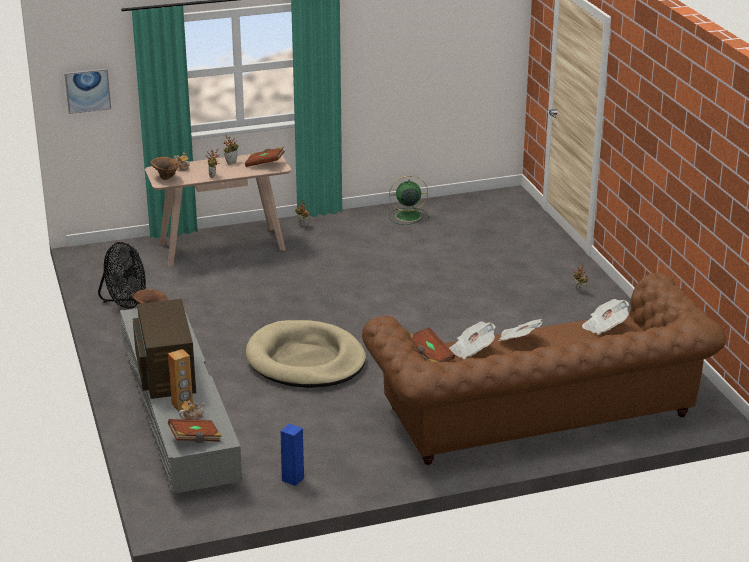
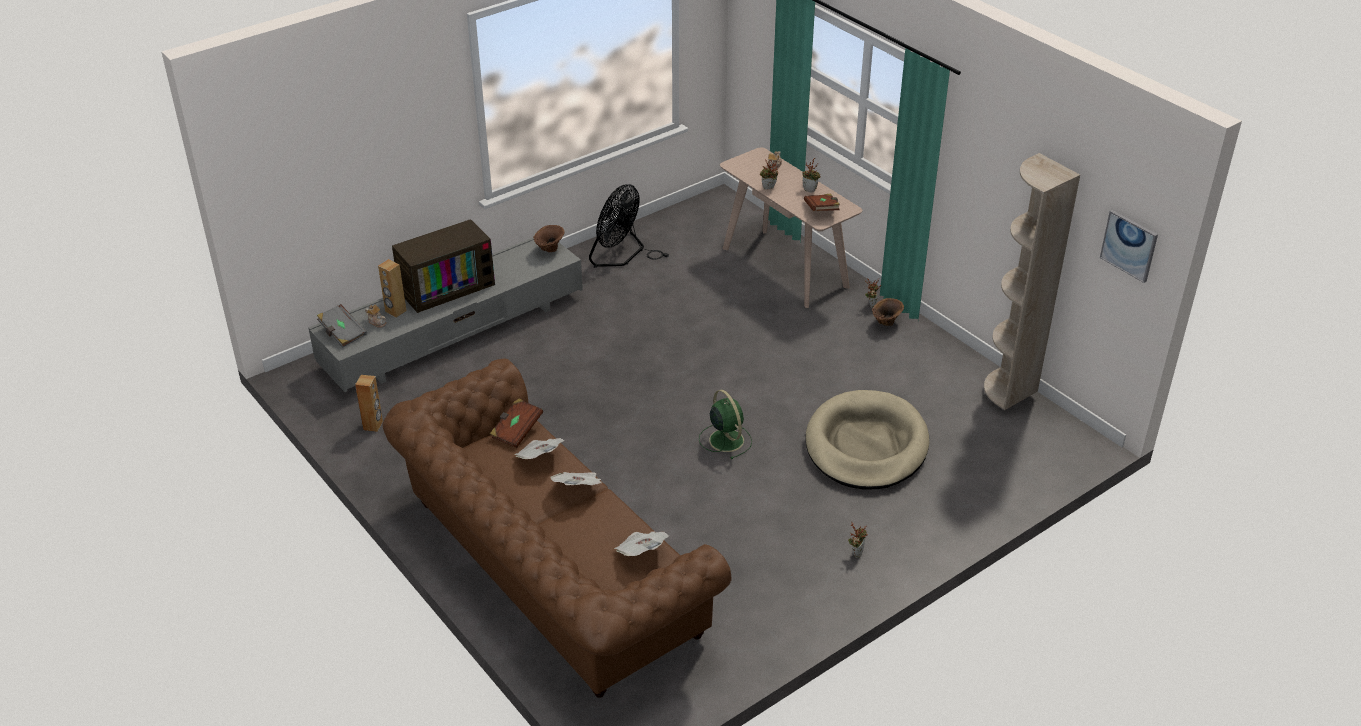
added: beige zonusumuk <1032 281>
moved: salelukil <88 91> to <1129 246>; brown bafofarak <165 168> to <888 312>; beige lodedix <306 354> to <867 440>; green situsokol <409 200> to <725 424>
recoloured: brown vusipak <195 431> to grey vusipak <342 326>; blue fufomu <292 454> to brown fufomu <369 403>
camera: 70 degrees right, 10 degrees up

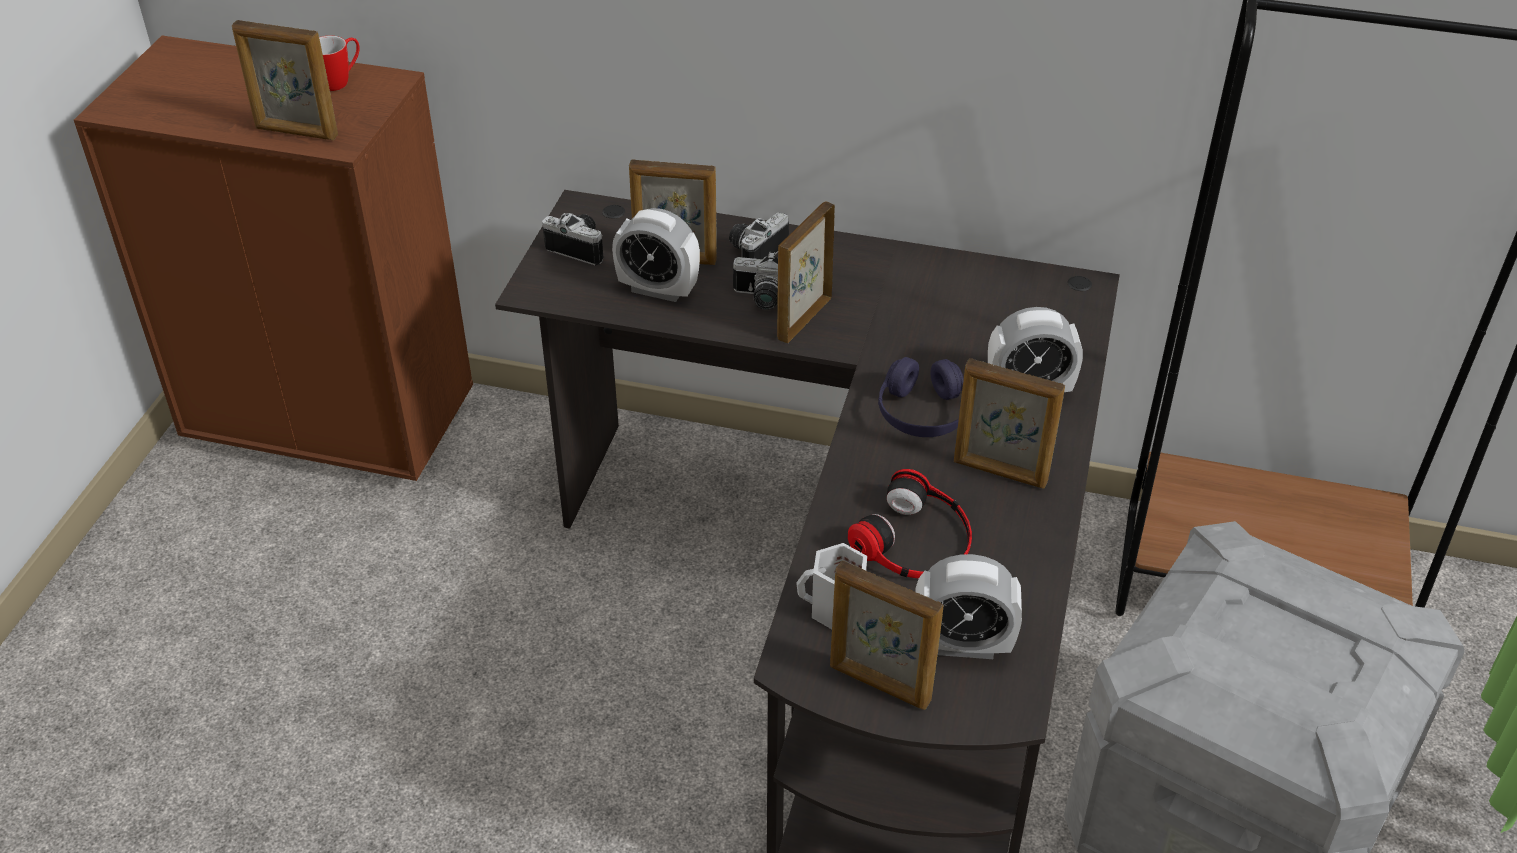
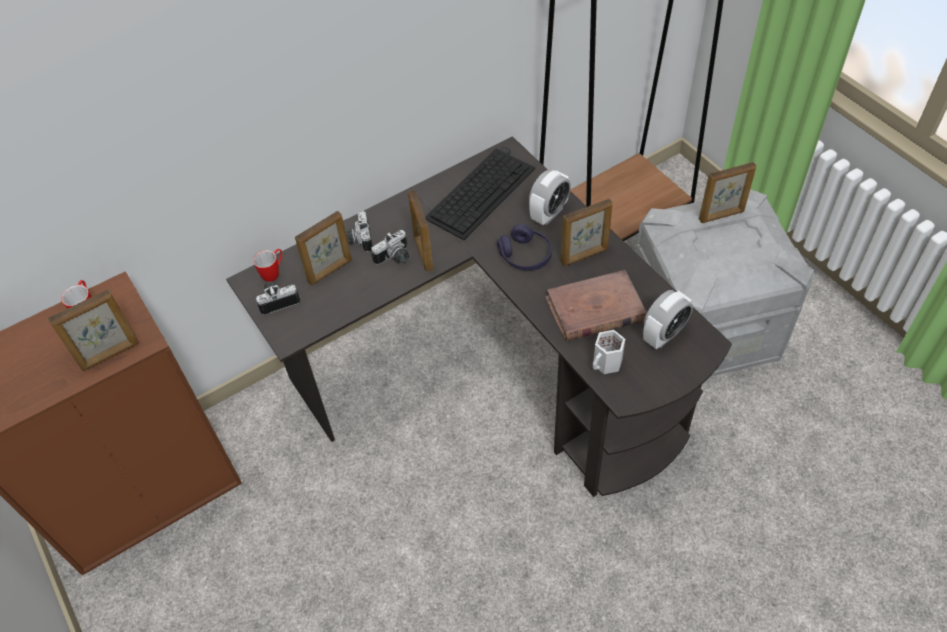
removed: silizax <656 255>
added: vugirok <268 265>; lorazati <480 194>
moved: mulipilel <887 635> to <727 192>
replaced: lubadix <910 524> to brown vusipak <596 305>
camera: 45 degrees left, 10 degrees up

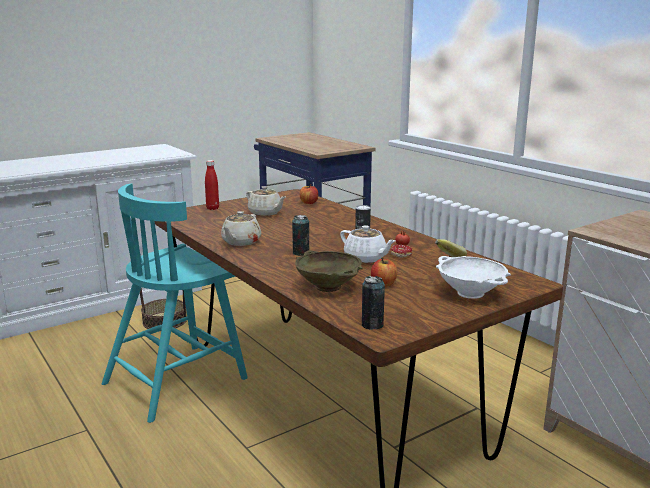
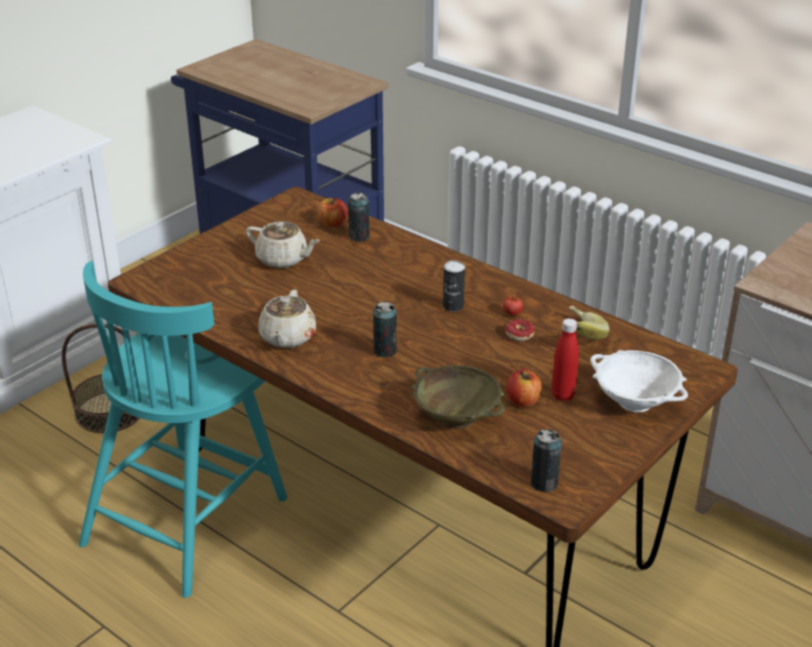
removed: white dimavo <367 244>
added: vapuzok <359 217>
moved: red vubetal <212 185> to <565 359>
camera: 15 degrees left, 15 degrees up

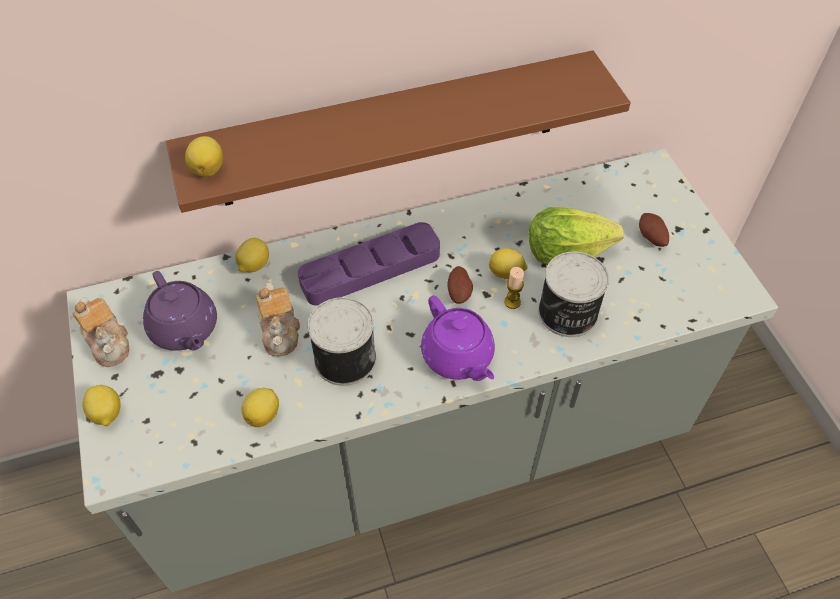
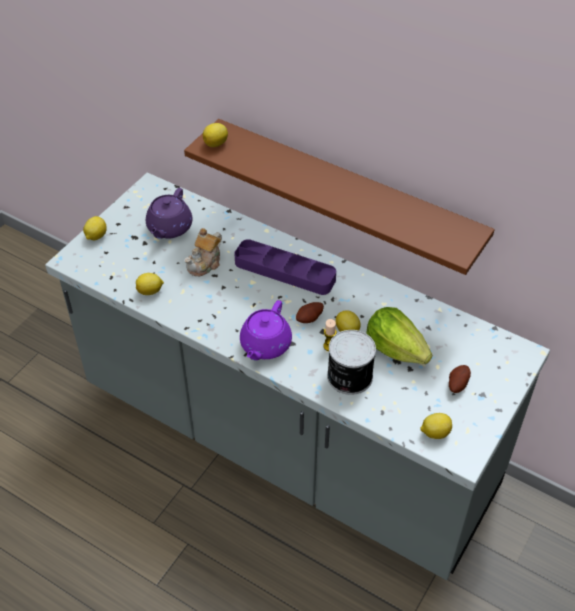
removed: dimavo <101 332>; vapuzok <342 341>
moved: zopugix <252 255> to <436 426>
camera: 50 degrees right, 5 degrees down

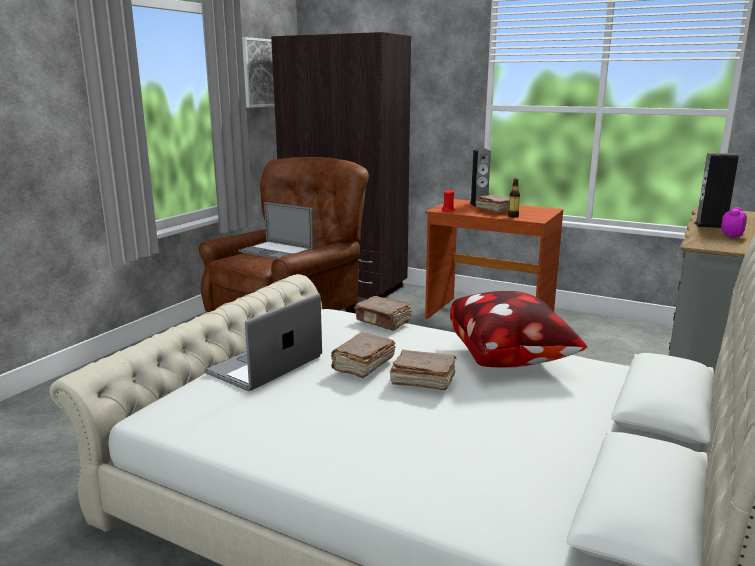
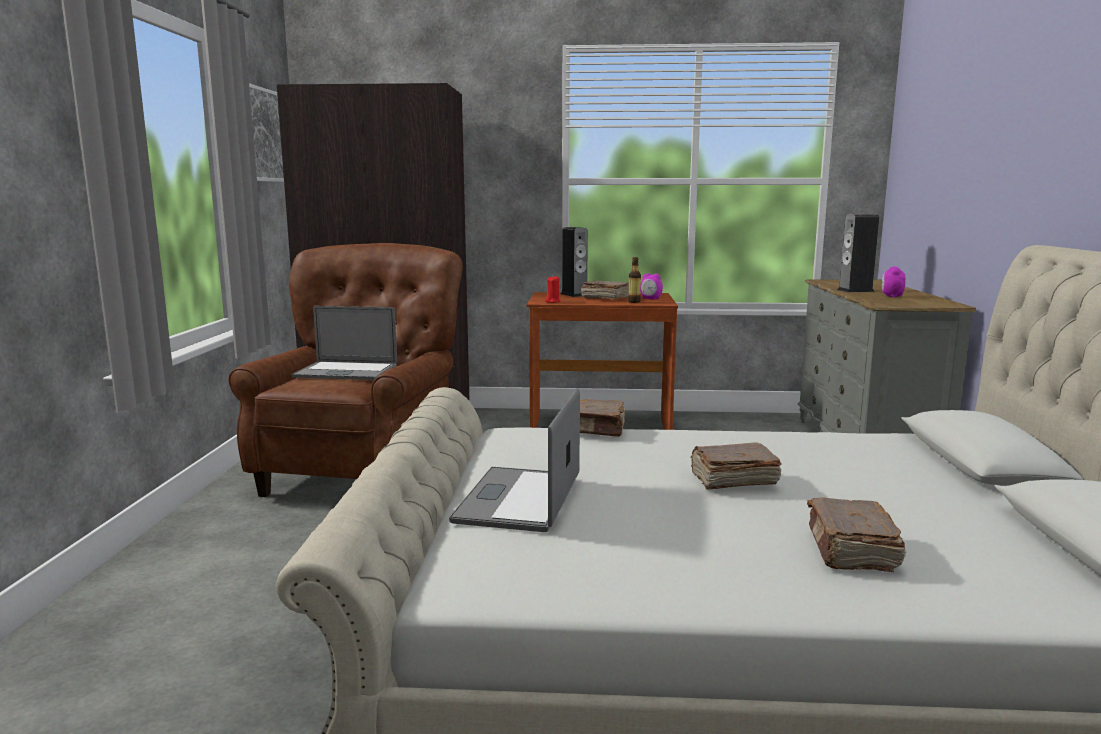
removed: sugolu <518 329>
added: silizax <651 286>
moved: brown vusipak <363 355> to <856 534>
camera: 25 degrees left, 5 degrees down

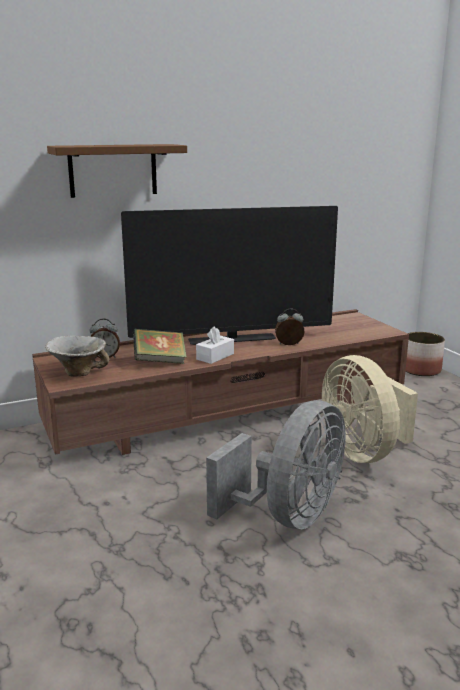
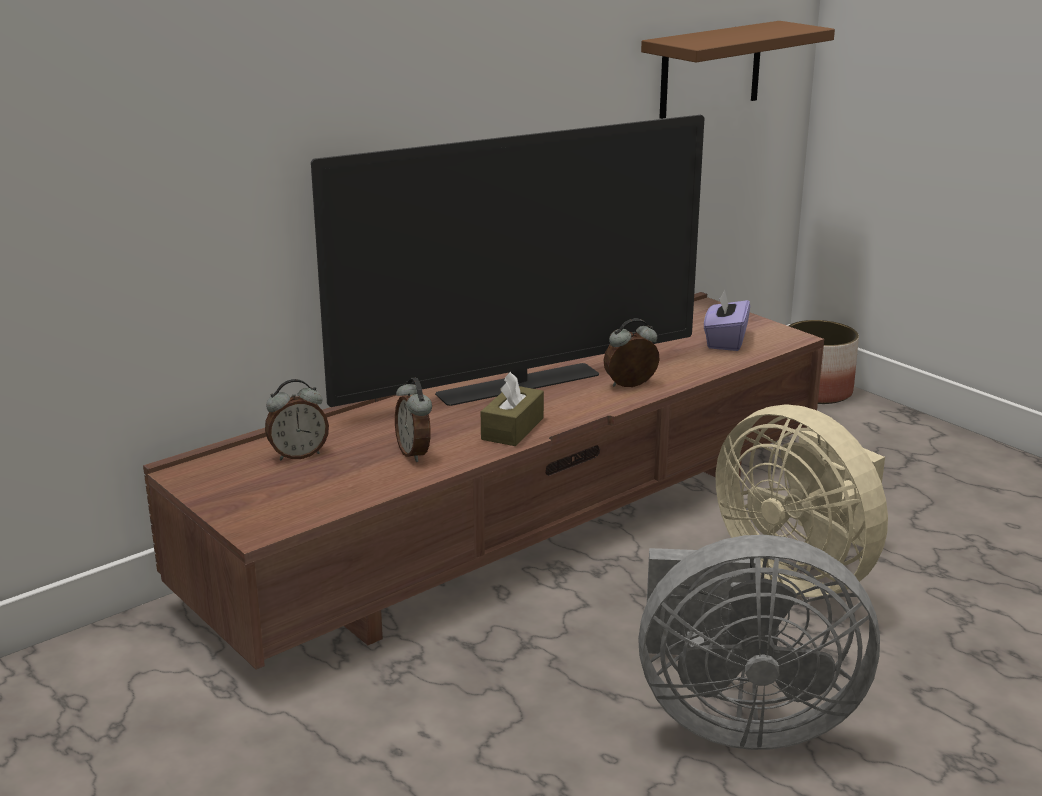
removed: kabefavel <77 356>
added: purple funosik <727 320>
moved: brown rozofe <117 171> to <738 70>
replaced: vusipak <160 346> to silizax <413 420>
recoloured: white funosik <215 345> to brown funosik <512 409>
turned: grey situsokol <276 464> = <759 642> 75 degrees clockwise
camera: 15 degrees left, 5 degrees up

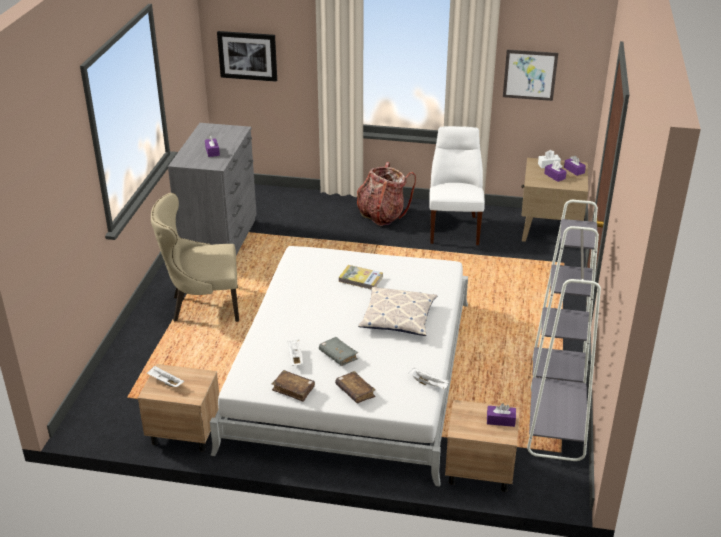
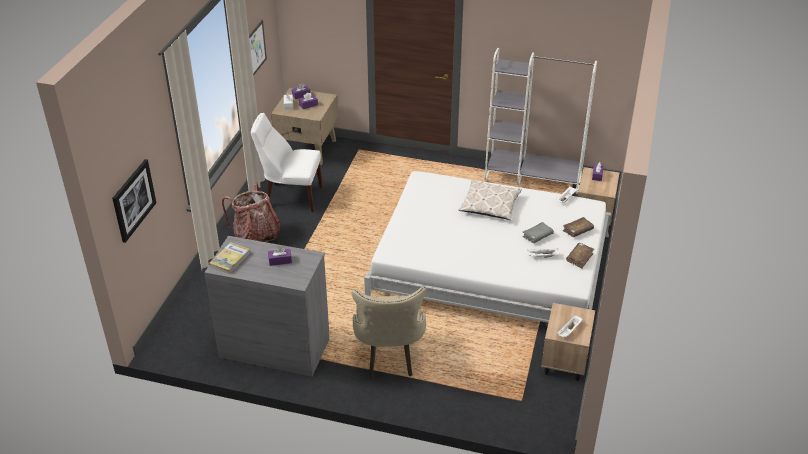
moved: vusipak <360 277> to <229 258>
camera: 85 degrees left, 5 degrees up

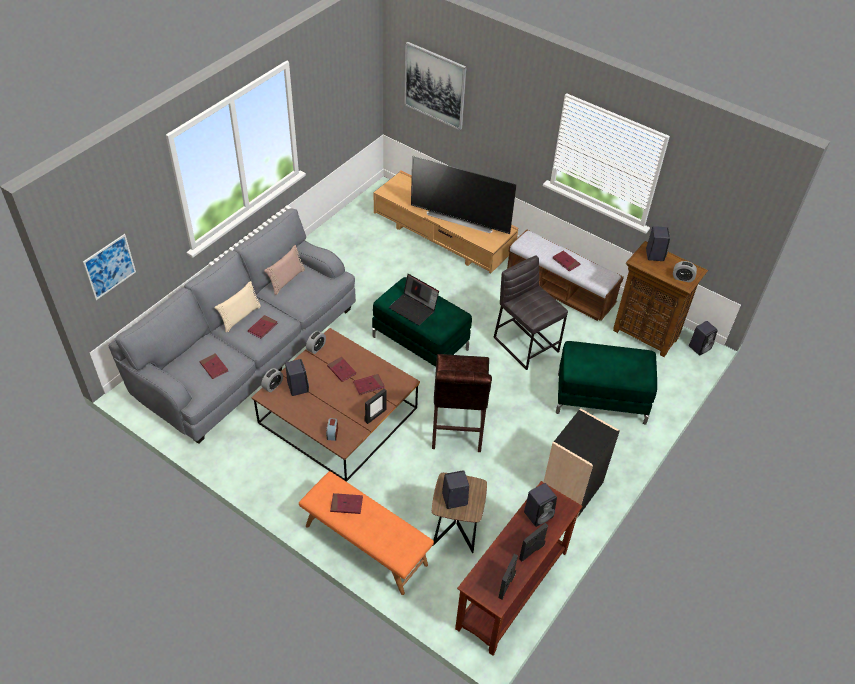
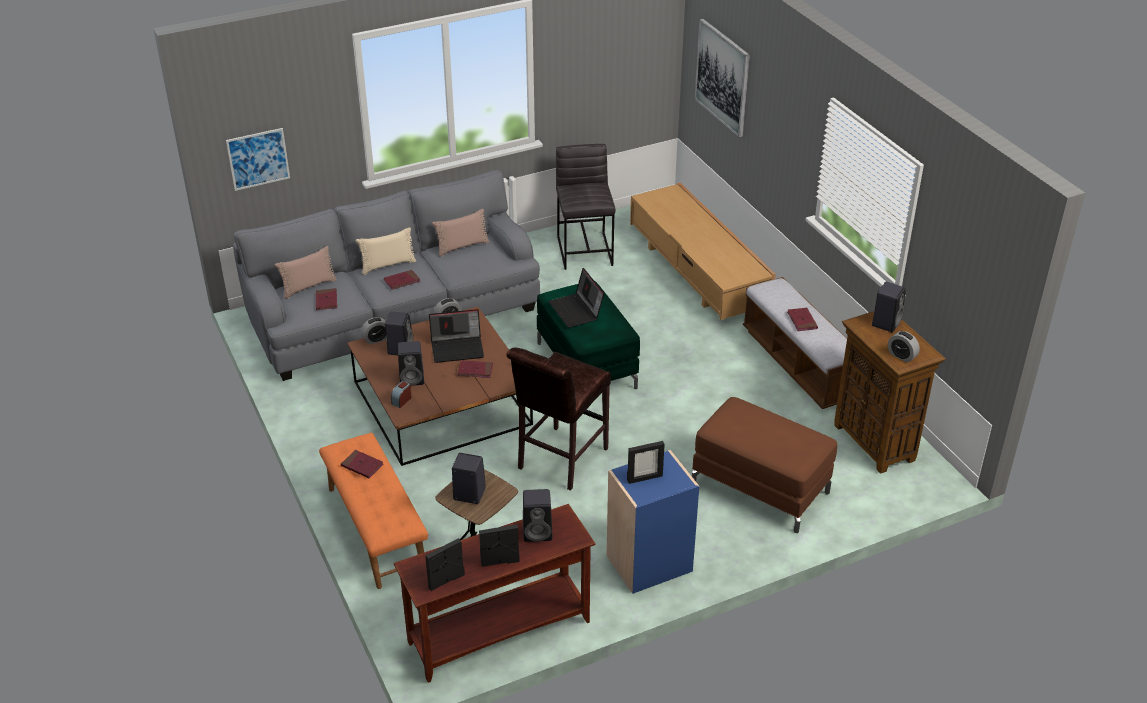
removed: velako <464 194>
added: beige sugolu <306 272>
moved: mulipilel <375 406> to <646 462>; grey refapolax <531 312> to <585 207>; black fufomu <703 338> to <411 363>
replaced: red vusipak <341 369> to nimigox <456 336>
recoloured: black zonusumuk <582 463> to blue zonusumuk <652 522>; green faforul <606 383> to brown faforul <764 465>
camera: 30 degrees right, 10 degrees down

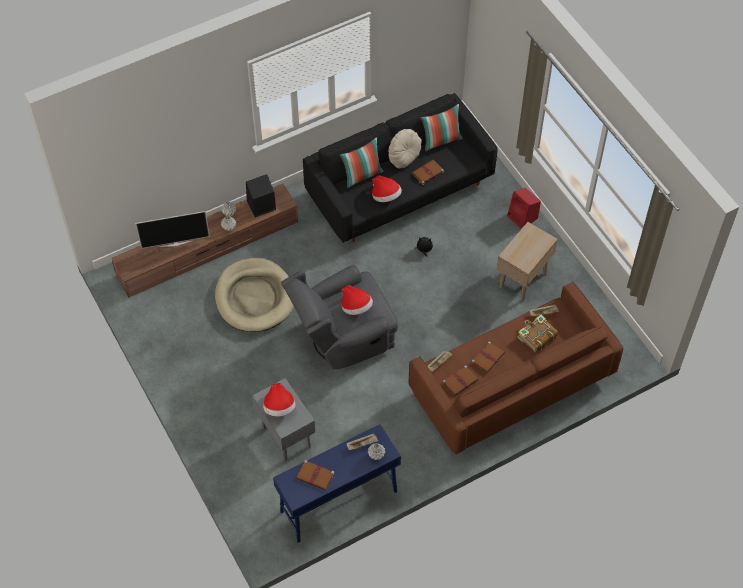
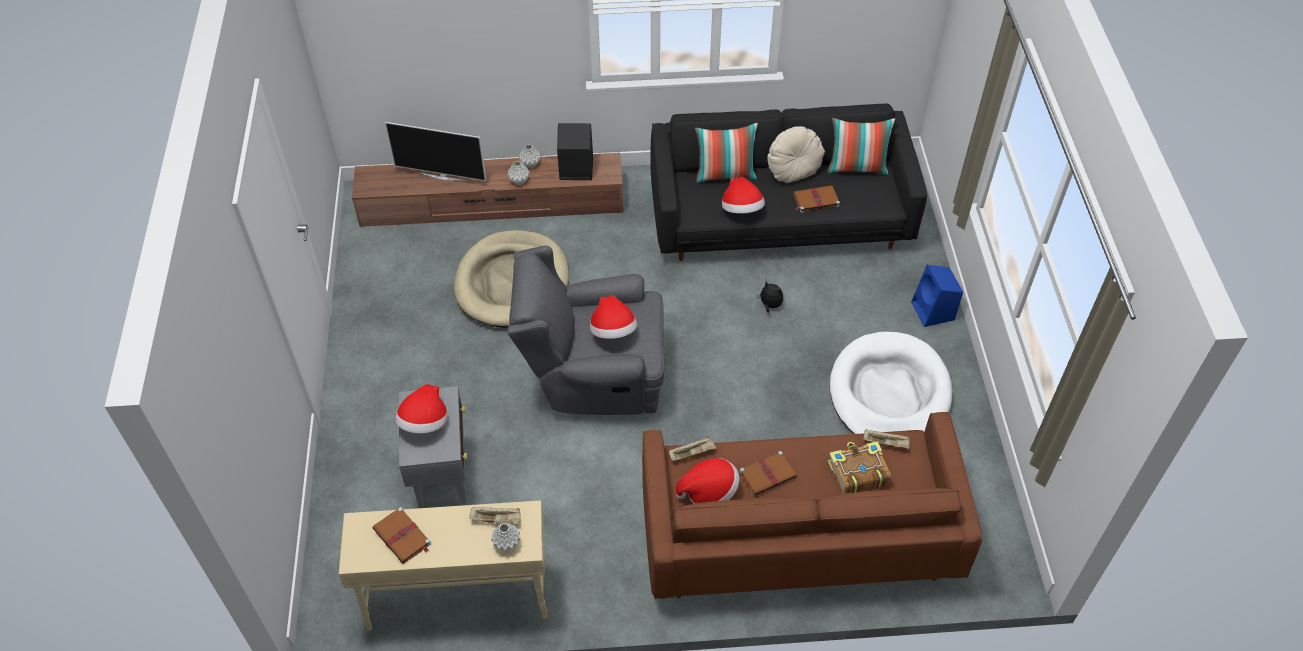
replaced: brown vusipak <460 380> to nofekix <707 481>; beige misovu <527 261> to white lodedix <891 383>
recoloured: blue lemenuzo <337 483> to beige lemenuzo <443 566>; red fufomu <524 208> to blue fufomu <937 296>
camera: 25 degrees right, 5 degrees down

